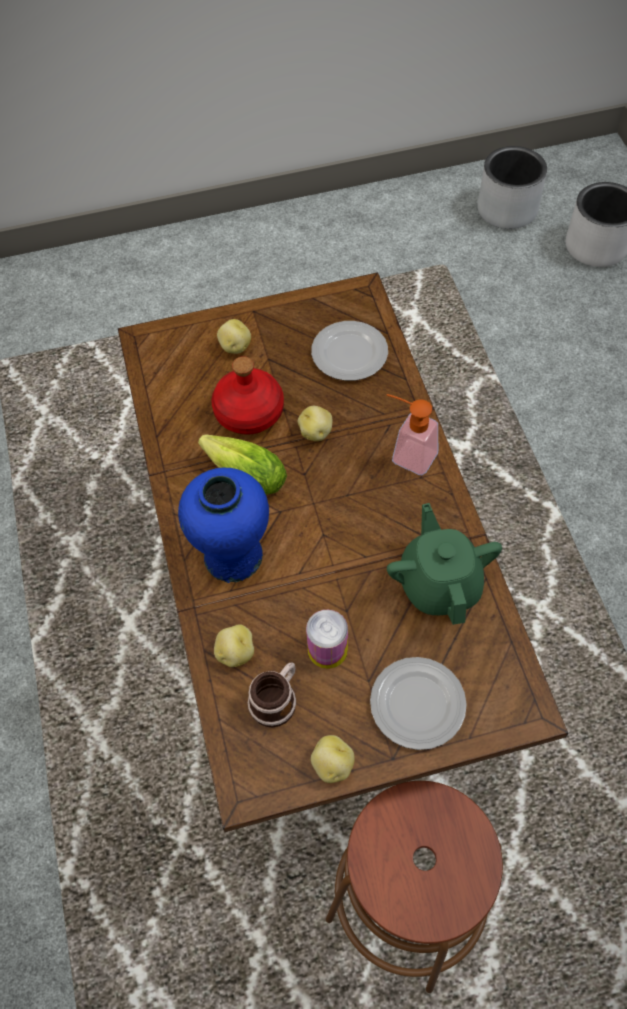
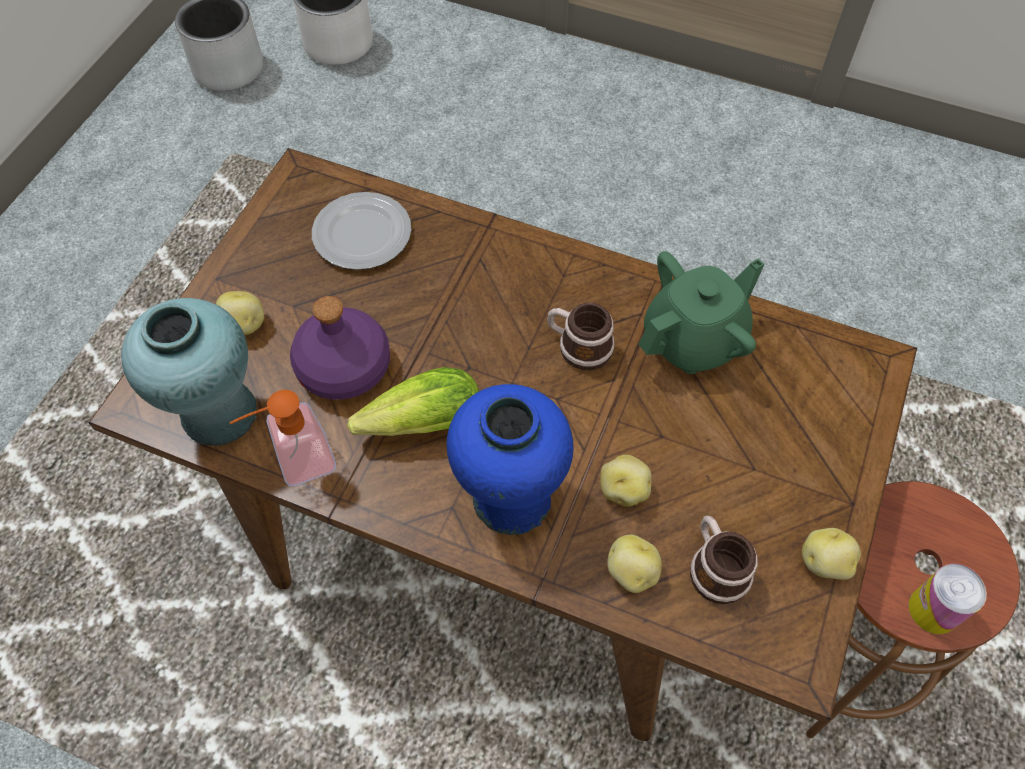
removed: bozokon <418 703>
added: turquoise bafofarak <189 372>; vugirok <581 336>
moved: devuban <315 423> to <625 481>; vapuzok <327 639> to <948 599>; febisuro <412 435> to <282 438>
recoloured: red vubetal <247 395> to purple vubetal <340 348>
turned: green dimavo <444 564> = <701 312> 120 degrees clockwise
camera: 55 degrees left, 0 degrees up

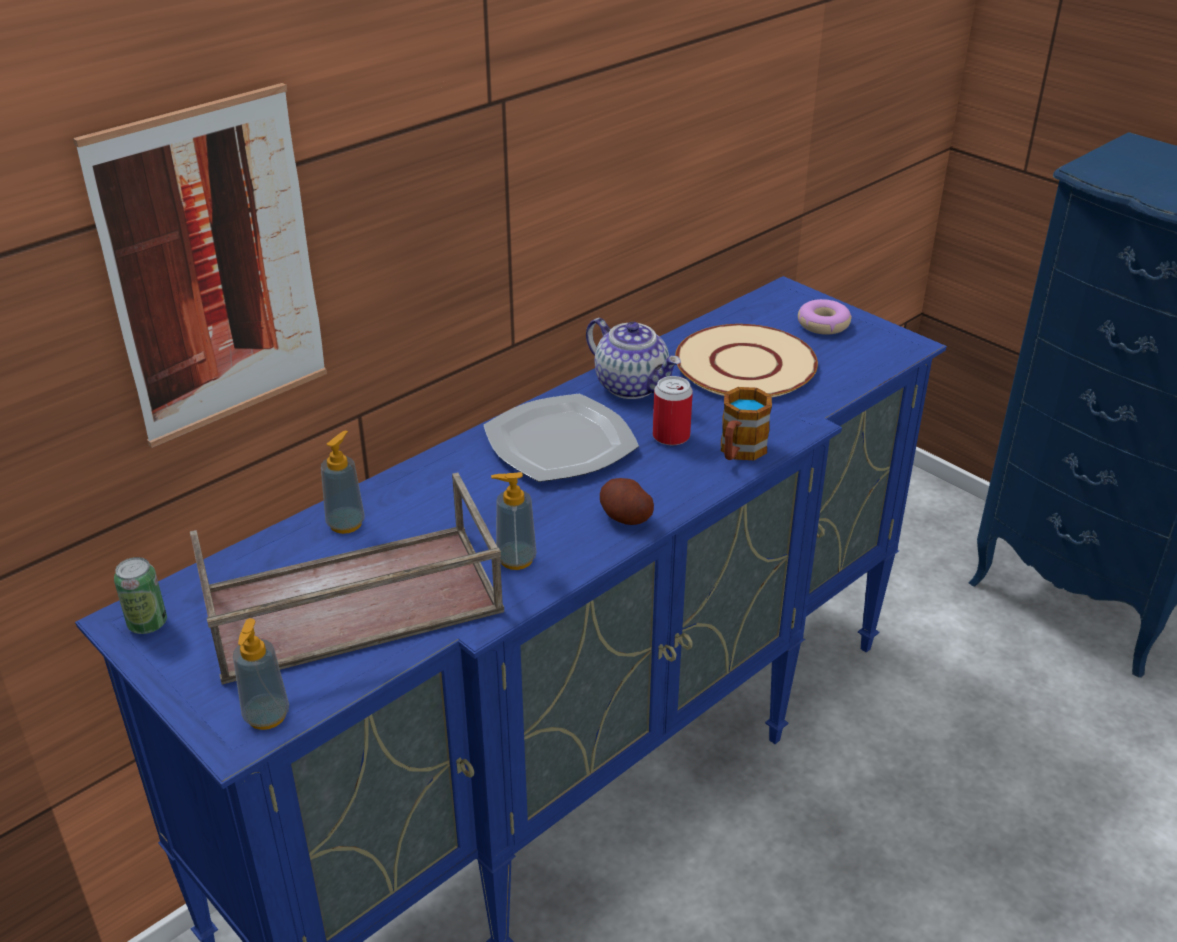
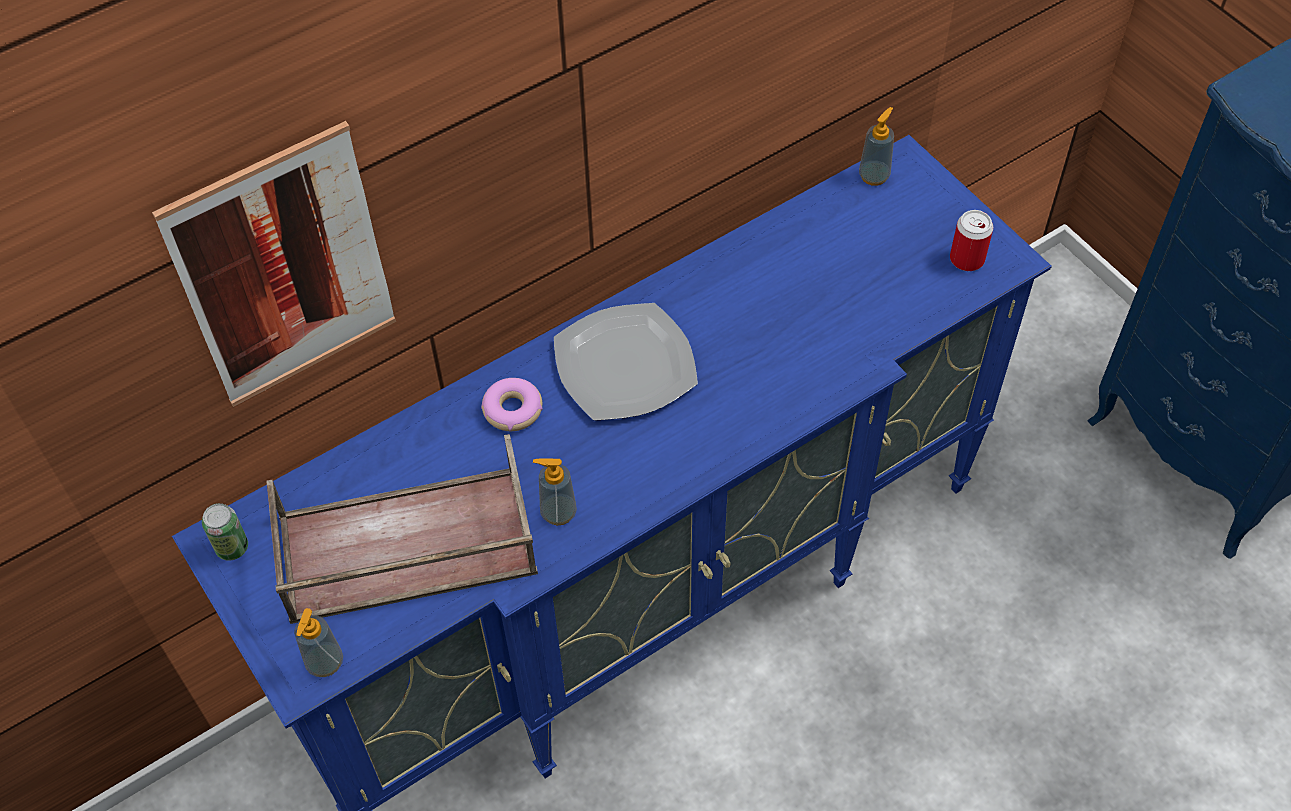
removed: dimavo <633 358>; devuban <627 501>; beige bozokon <746 360>; vugirok <746 423>
moved: febisuro <343 482> to <876 146>; vapuzok <673 410> to <971 240>; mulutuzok <825 317> to <512 404>
camera: 10 degrees right, 20 degrees up

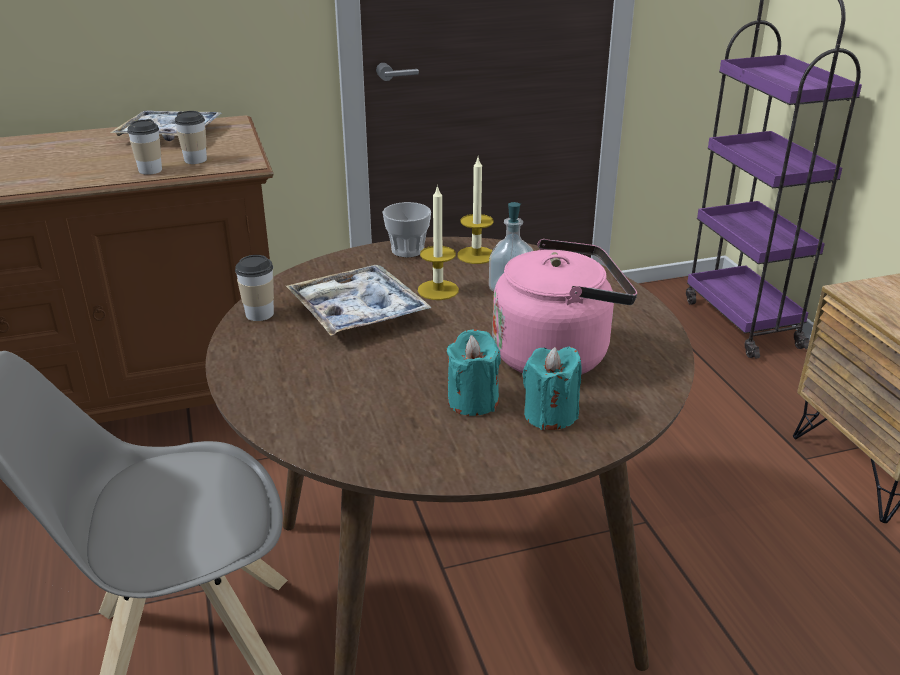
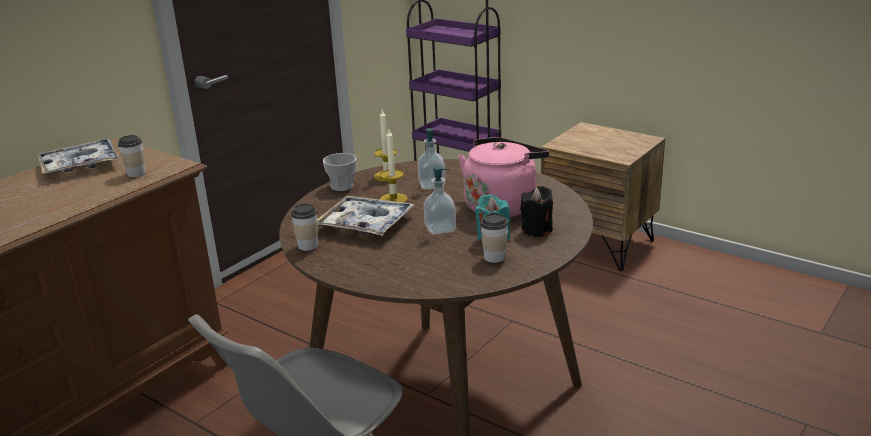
added: febisuro <440 200>
moved: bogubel <144 147> to <494 238>
recoloured: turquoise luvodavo <552 388> to black luvodavo <536 211>
camera: 35 degrees left, 5 degrees down

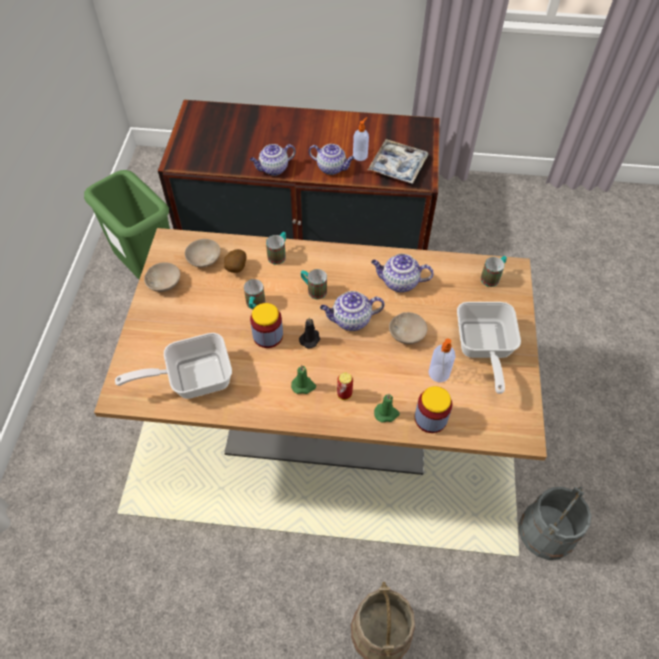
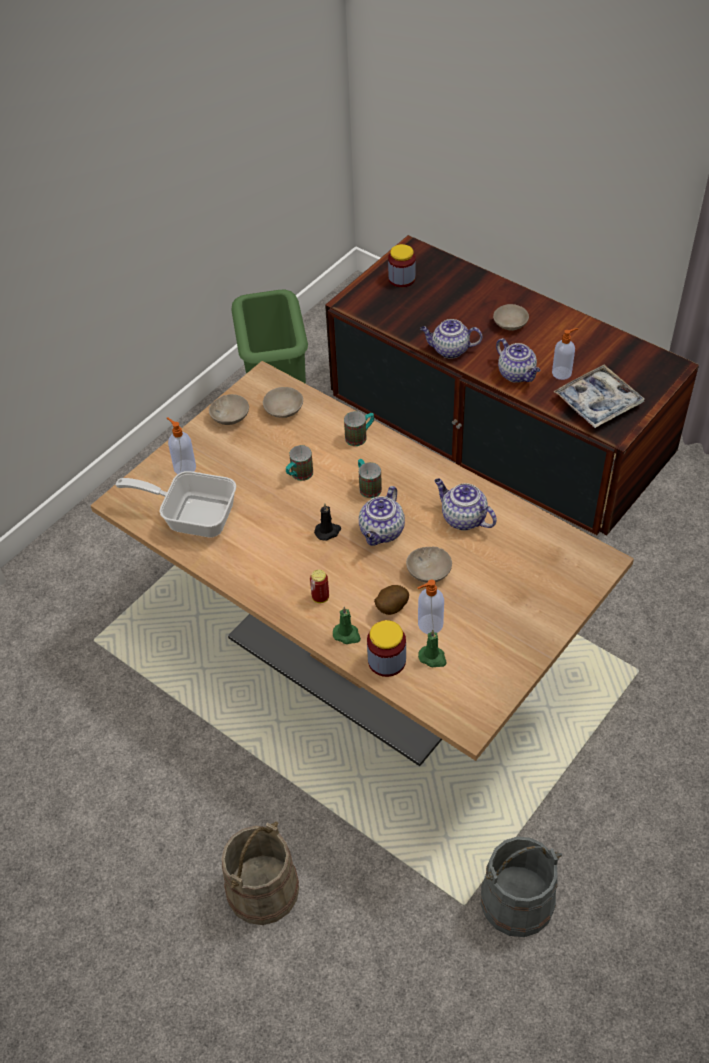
removed: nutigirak <489 348>; vugirok <494 271>
added: febisuro <181 445>; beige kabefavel <511 317>
moved: devuban <235 261> to <391 600>; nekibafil <266 325> to <402 265>; green luvodavo <303 379> to <432 648>
turned: dimavo <352 311> = <382 516> 90 degrees counterclockwise
camera: 35 degrees right, 5 degrees down

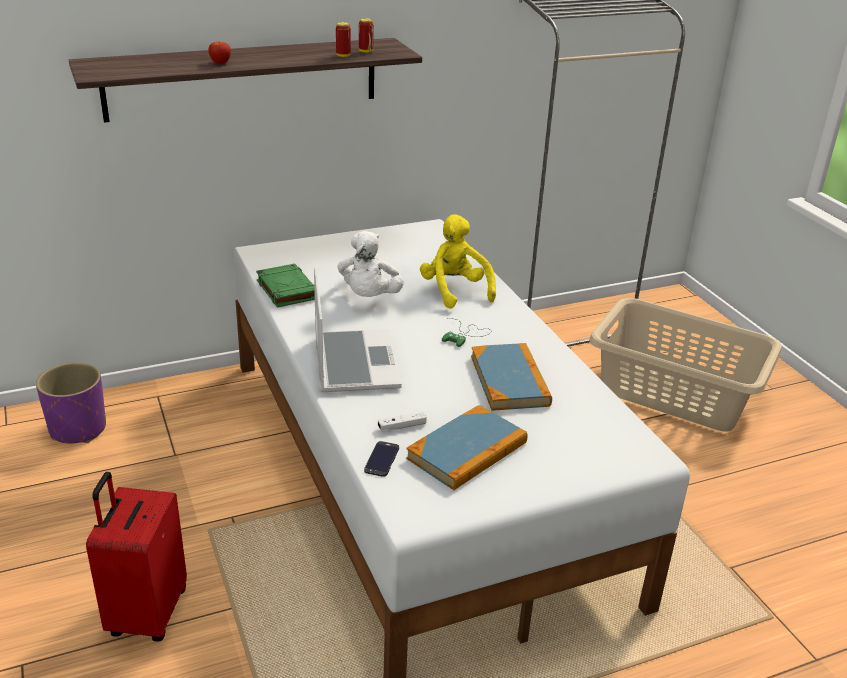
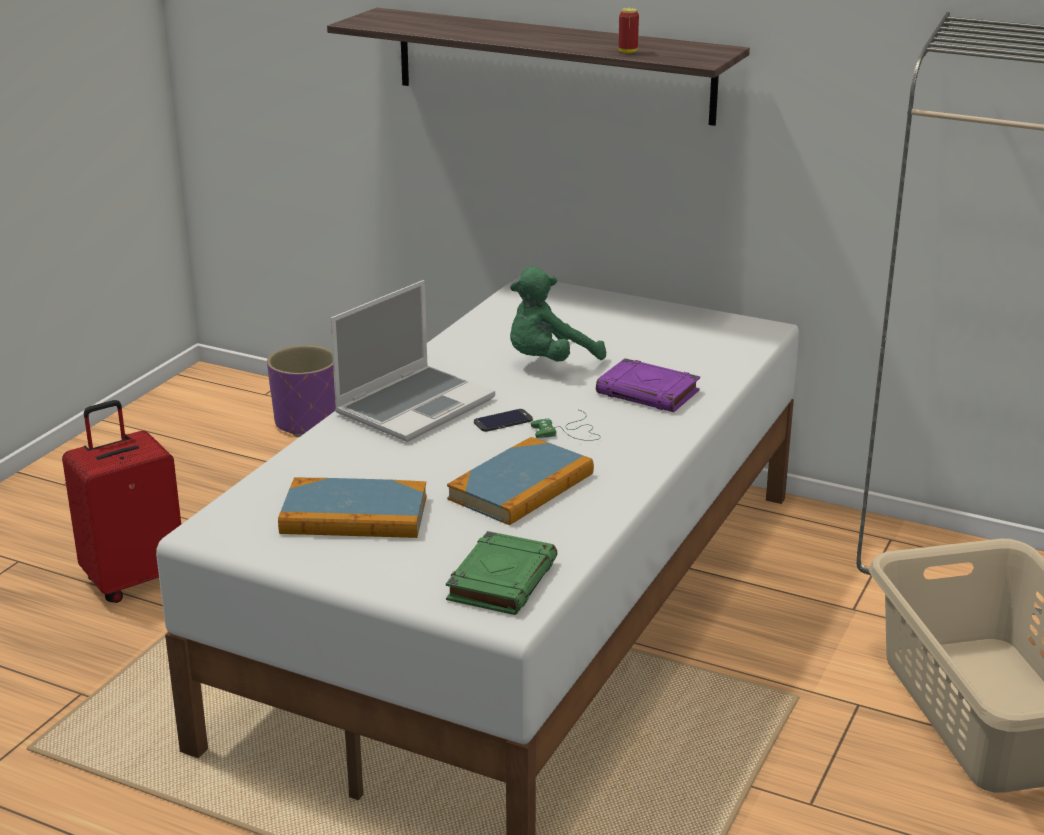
removed: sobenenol <219 53>; vapuzok <366 35>; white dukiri <402 421>
moved: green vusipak <285 286> to <501 573>; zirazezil <381 459> to <503 420>
replaced: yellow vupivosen <458 261> to purple vusipak <648 385>
recoloured: white vupivosen <371 264> to green vupivosen <558 314>
camera: 50 degrees right, 5 degrees down

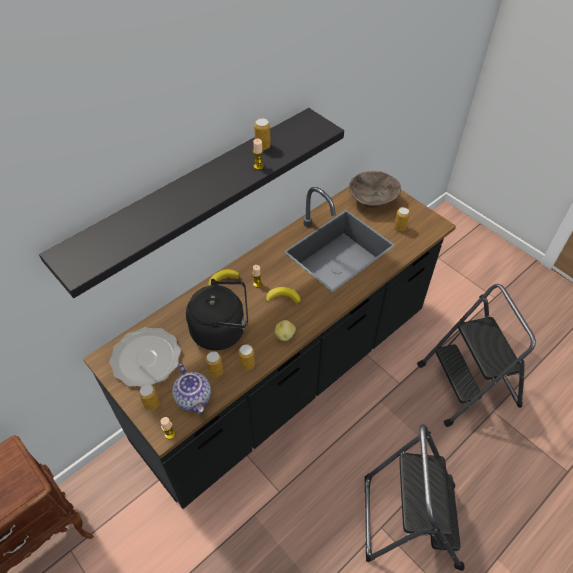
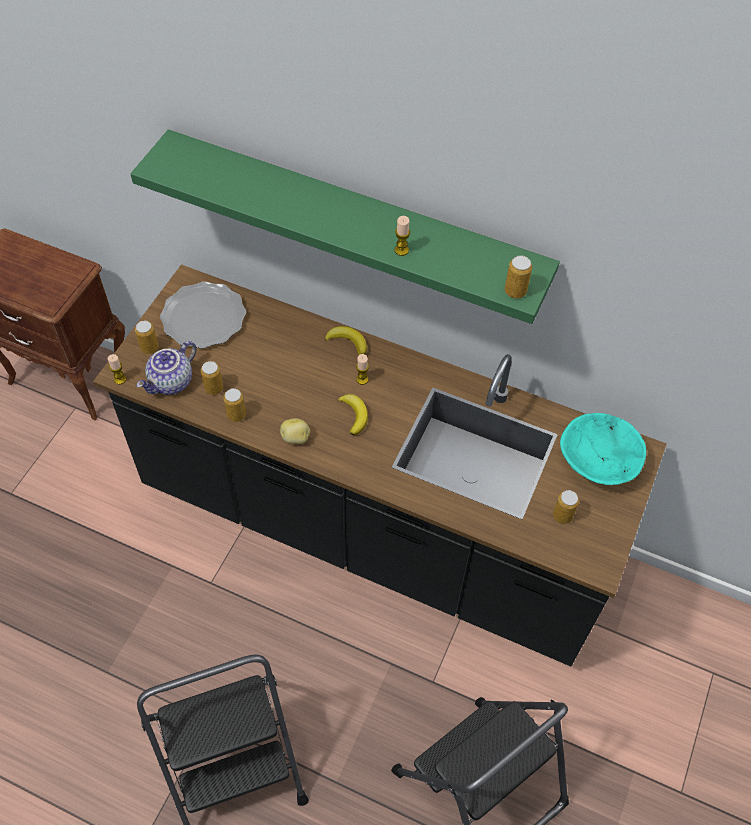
removed: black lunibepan <217 314>
moved: vapuzok <262 134> to <518 276>
recoloured: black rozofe <191 203> to green rozofe <345 226>; brown kabefavel <375 189> to turquoise kabefavel <603 449>
camera: 65 degrees right, 5 degrees up

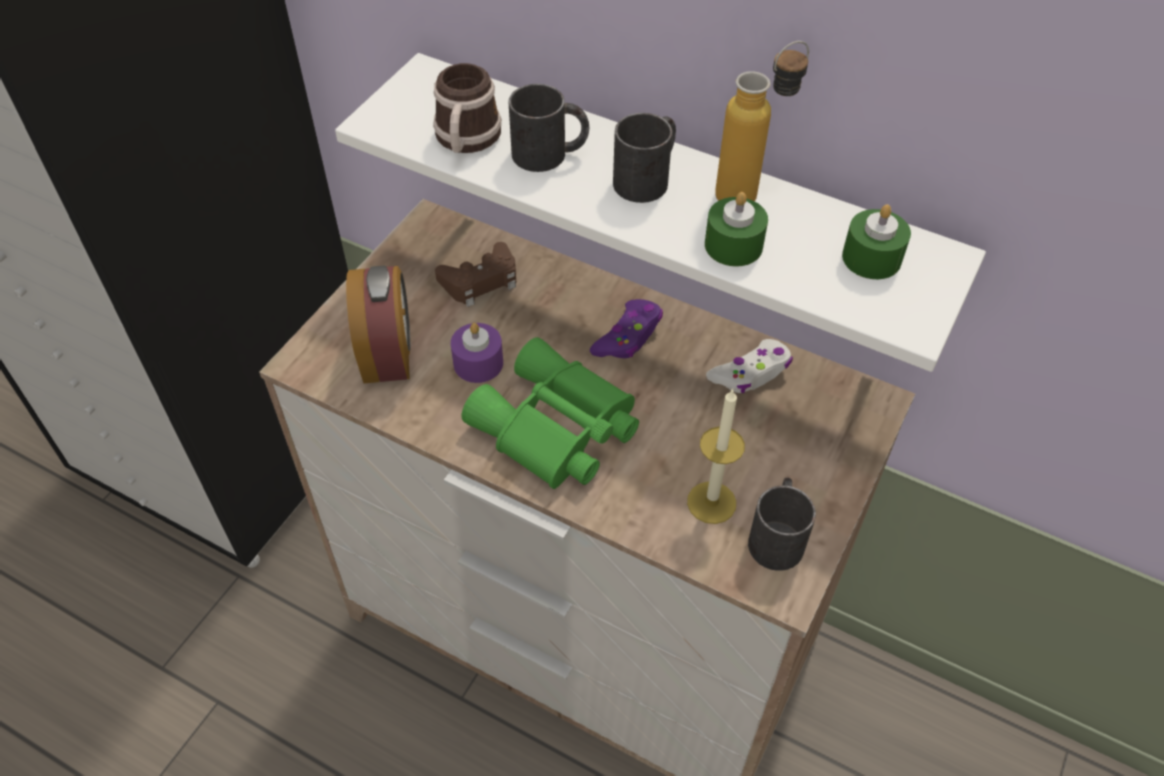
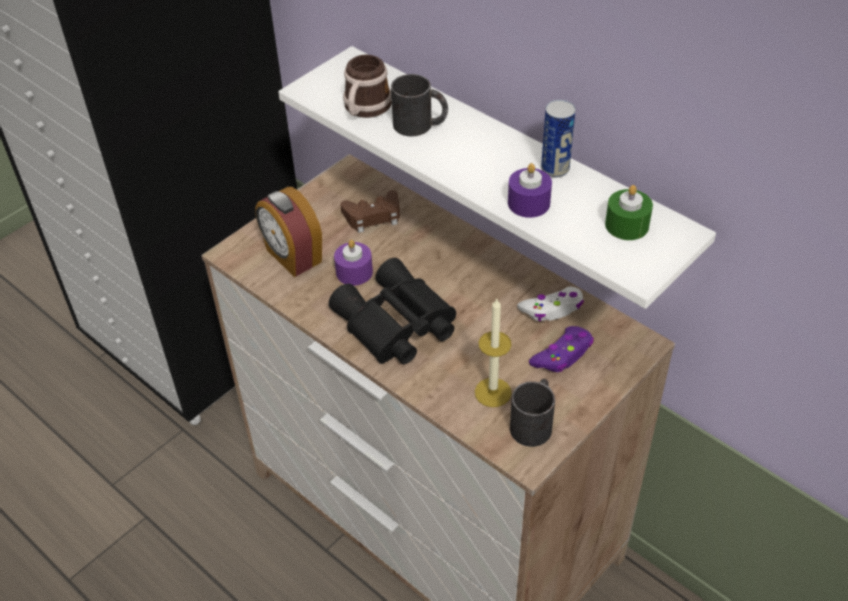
removed: black vugirok <644 158>
moved: purple dukiri <626 328> to <561 349>
replaced: vubetal <762 121> to vapuzok <558 138>
recoloured: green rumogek <550 413> to black rumogek <392 311>; green luvodavo <736 229> to purple luvodavo <530 190>
turned: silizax <378 324> = <288 232> 135 degrees clockwise
camera: 15 degrees right, 5 degrees down

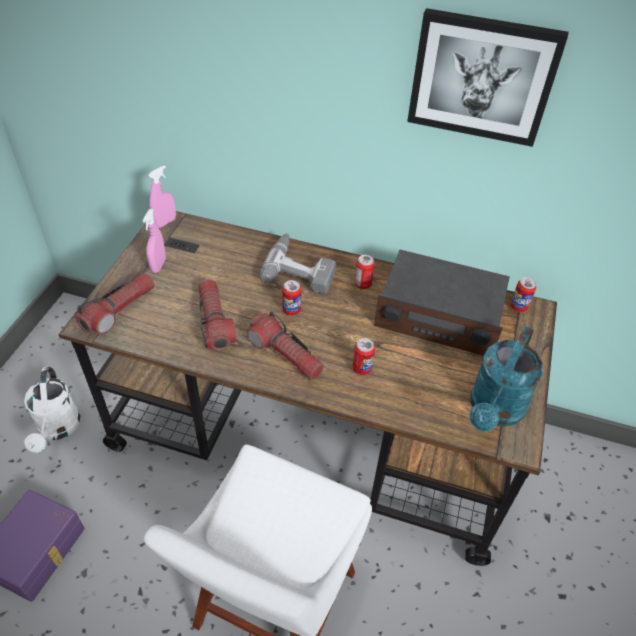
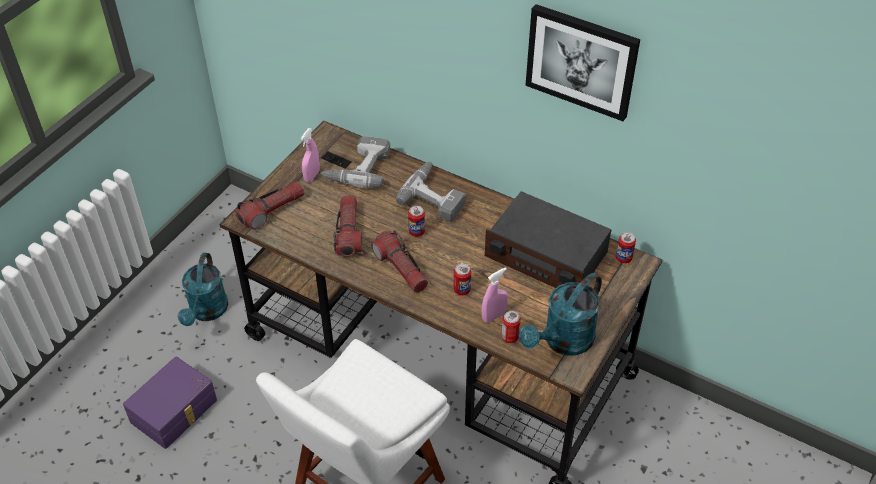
added: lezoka <355 162>
moved: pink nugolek <162 196> to <495 295>; vapuzok <364 272> to <511 327>
recoloured: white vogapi <52 409> to turquoise vogapi <203 289>
camera: 15 degrees right, 0 degrees up

